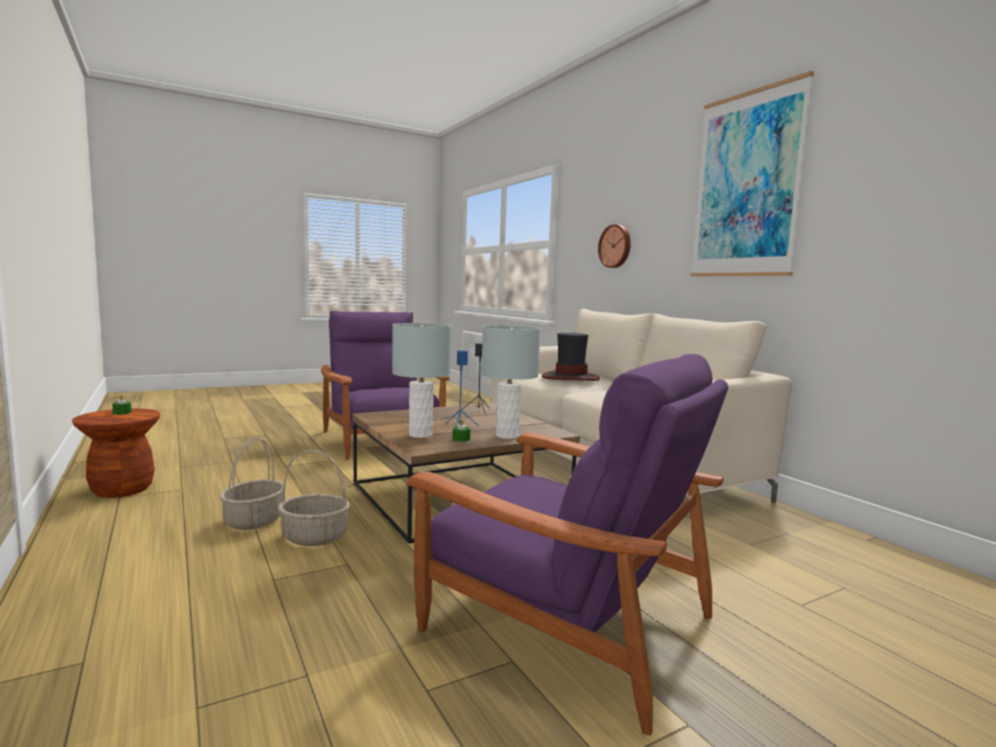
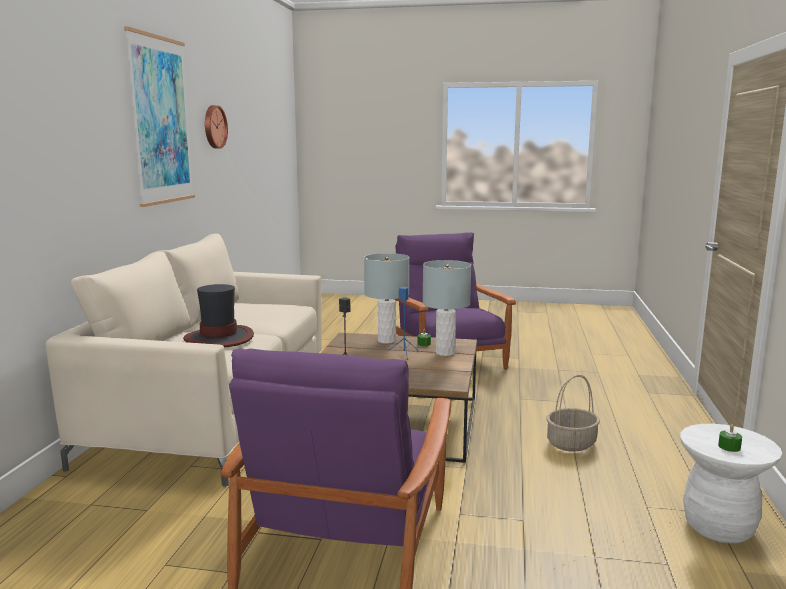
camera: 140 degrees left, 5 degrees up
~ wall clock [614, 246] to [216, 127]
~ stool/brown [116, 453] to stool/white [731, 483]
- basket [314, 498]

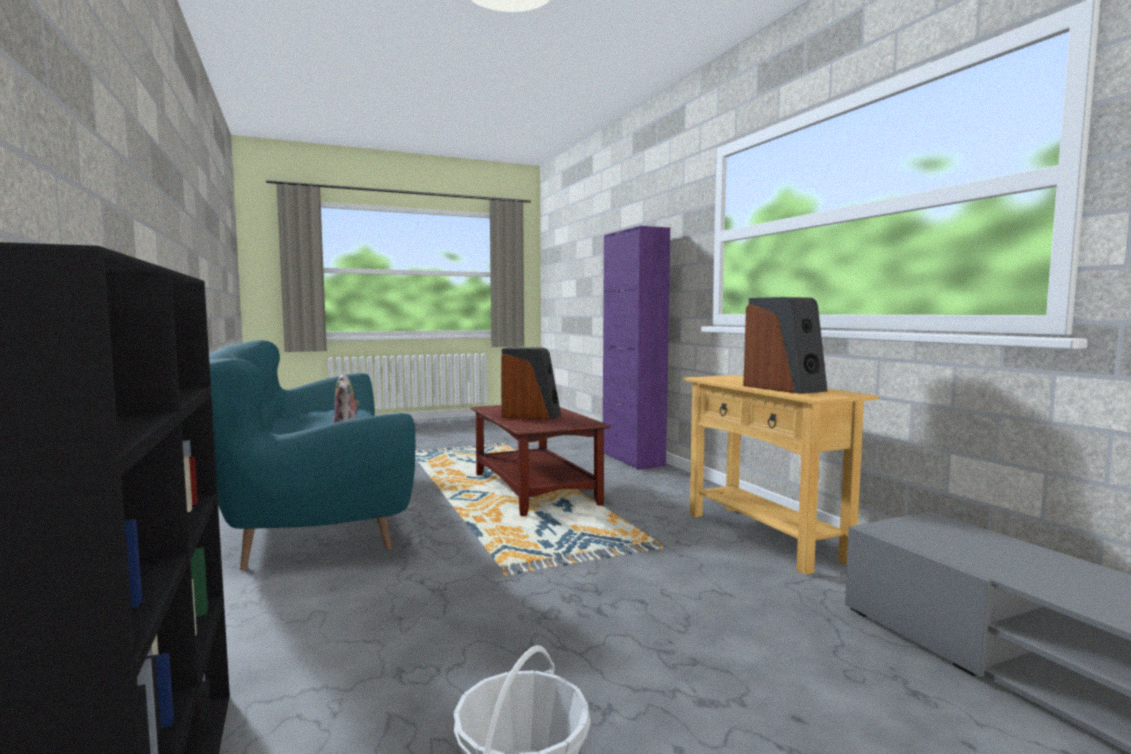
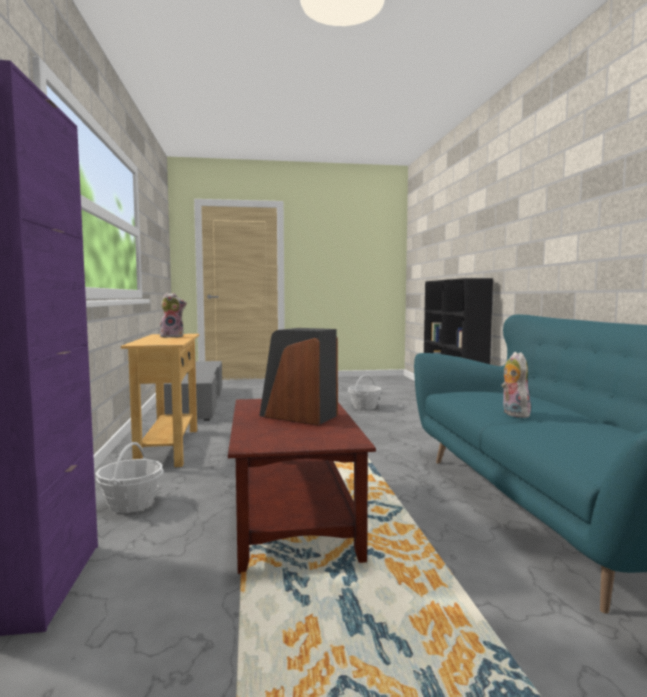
camera: 165 degrees left, 0 degrees up
+ basket [129, 477]
~ speaker [785, 345] to plush toy [173, 315]

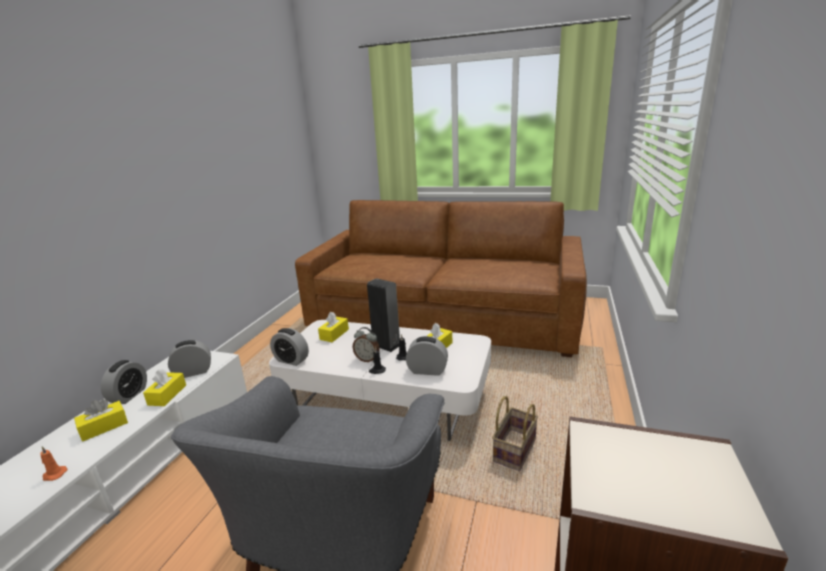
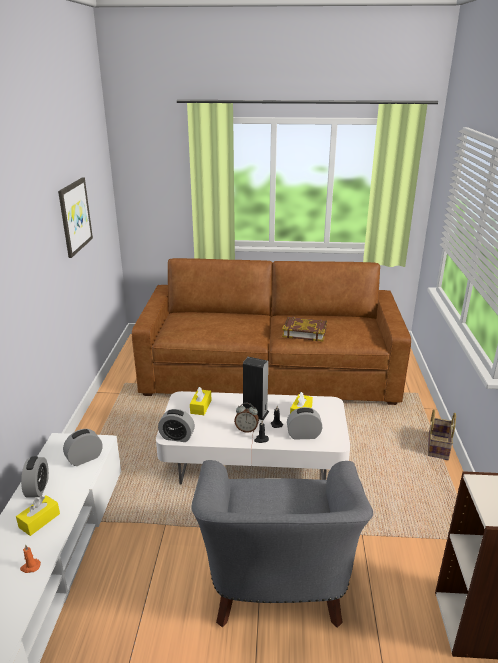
camera: 15 degrees left, 5 degrees up
+ picture [75, 217]
+ book [304, 328]
~ basket [515, 433] to [442, 434]
- tissue box/yellow [164, 387]

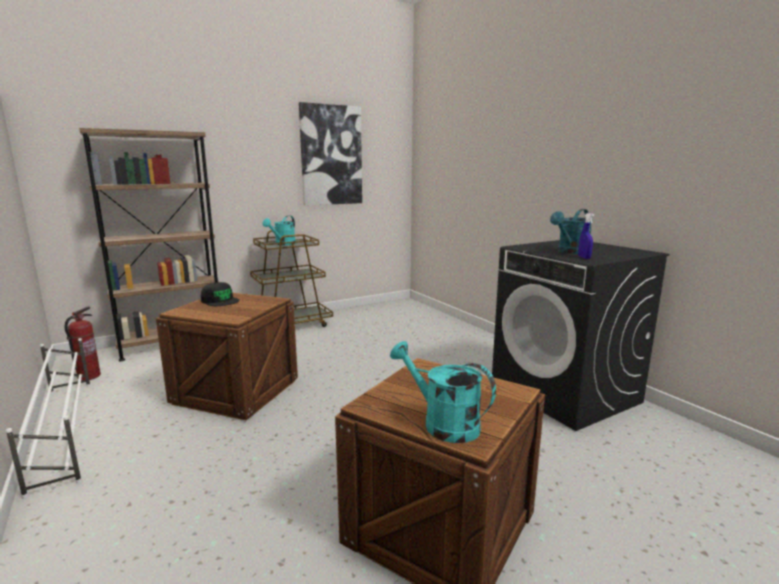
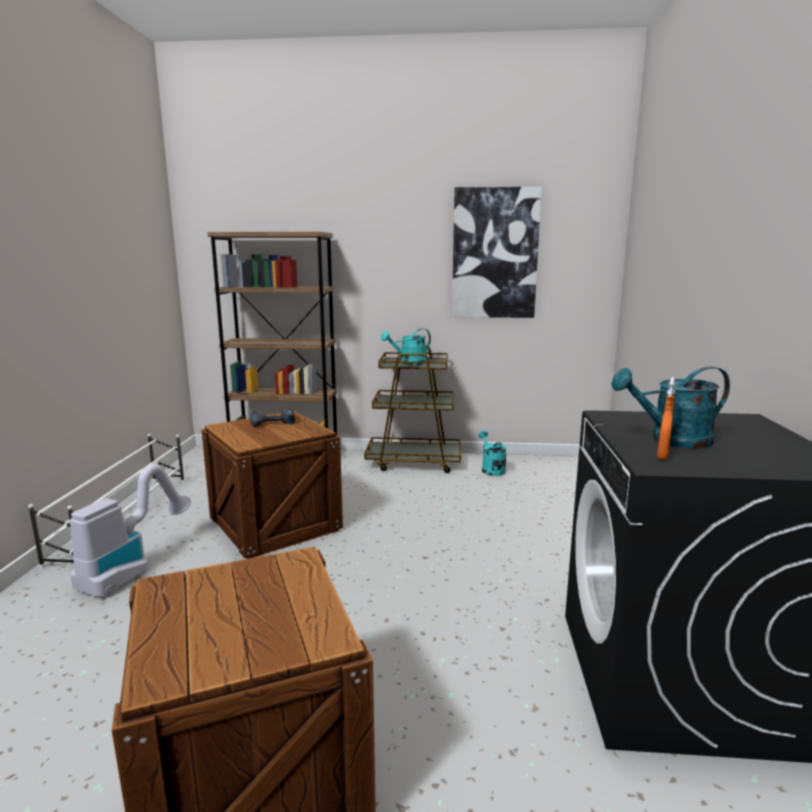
camera: 35 degrees right, 0 degrees up
+ vacuum cleaner [130, 530]
~ cap/black [220, 294] to power drill [272, 417]
~ watering can/turquoise [443, 392] to [492, 453]
~ spray bottle/blue [586, 236] to spray bottle/orange [666, 418]
- fire extinguisher [82, 344]

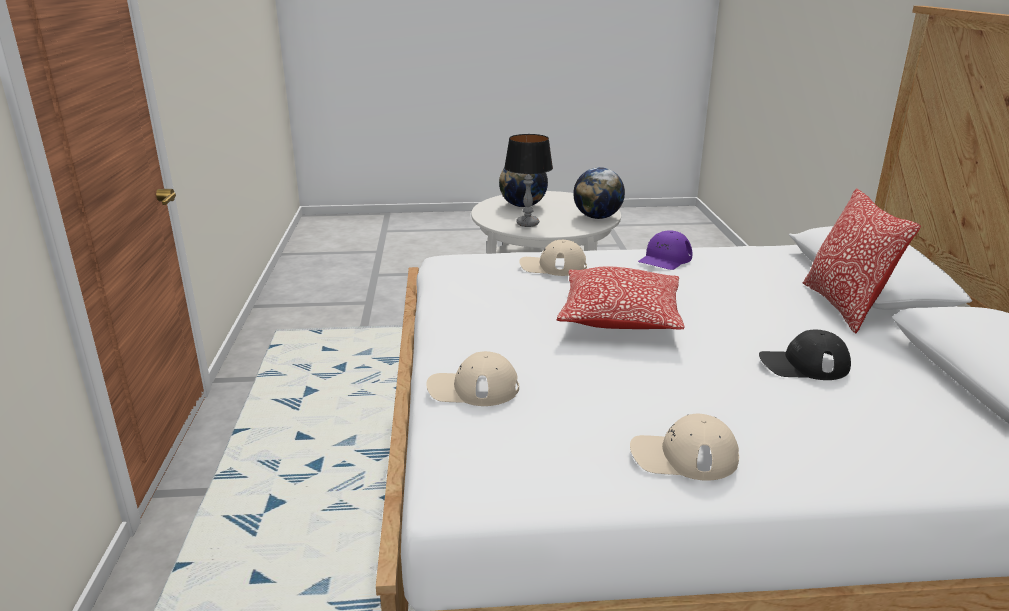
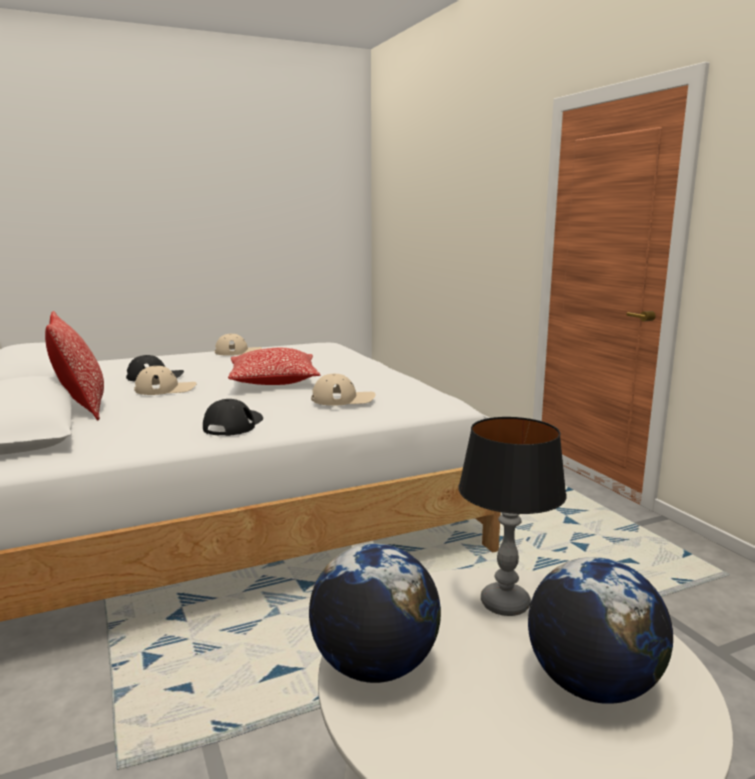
camera: 160 degrees right, 10 degrees down
~ cap/beige [472, 378] to [165, 380]
~ cap/purple [665, 250] to cap/black [233, 417]

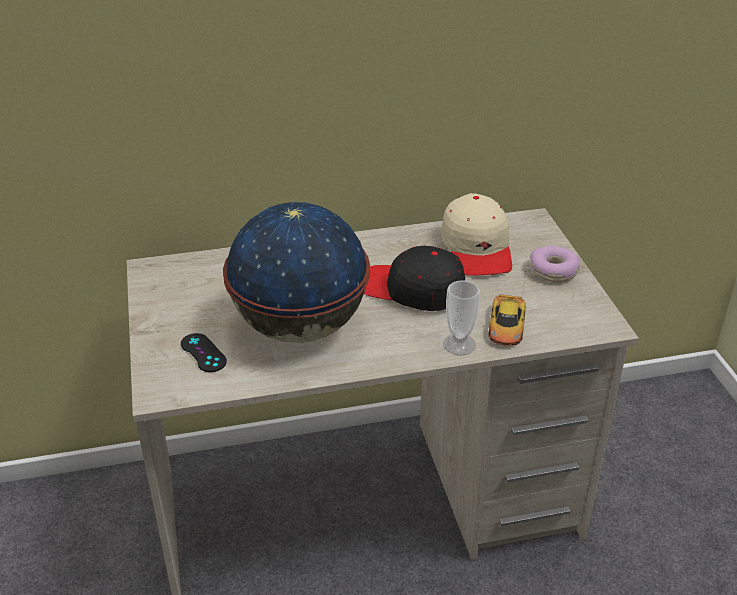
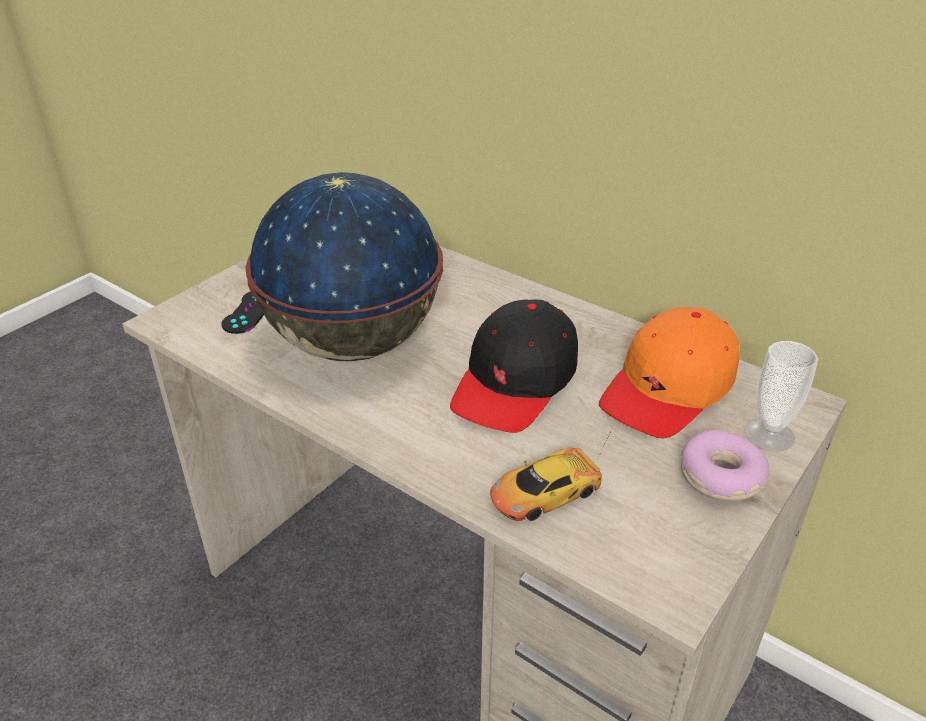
camera: 50 degrees right, 0 degrees up
~ cap/black [414, 278] = [514, 366] 135 degrees counterclockwise
~ cap/beige [476, 234] to cap/orange [669, 372]
~ cup [461, 317] to [781, 396]

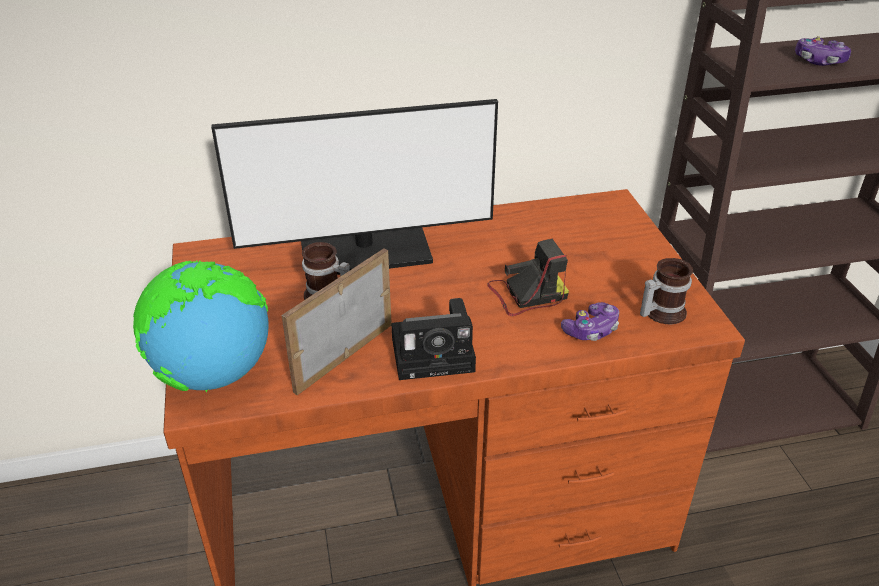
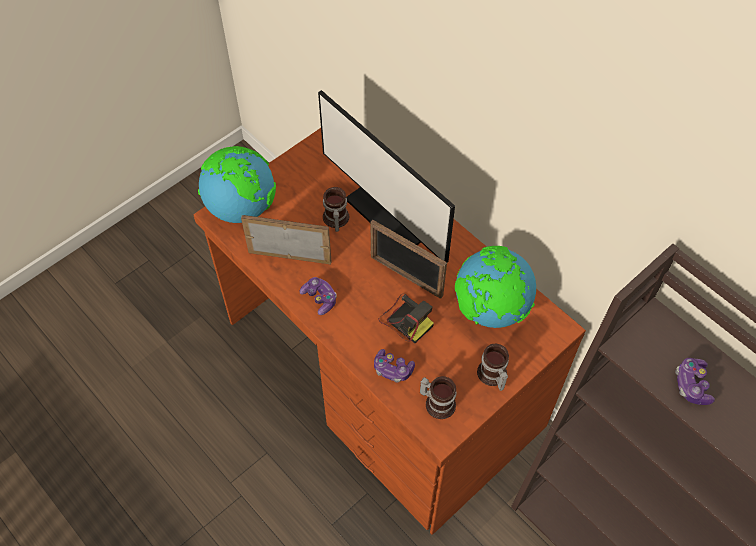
camera: 60 degrees right, 20 degrees up
~ photo camera [433, 339] to game controller [318, 296]
+ picture frame [408, 259]
+ globe [495, 287]
+ mug [493, 367]

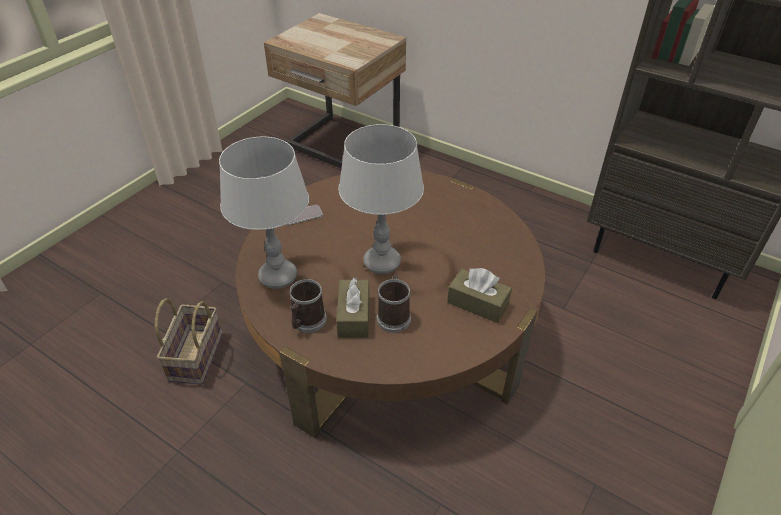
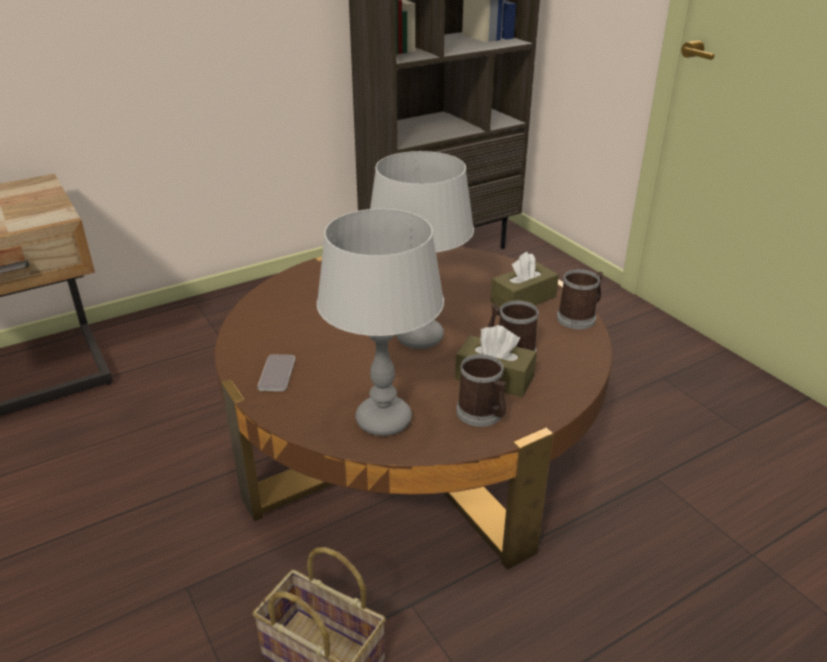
camera: 65 degrees left, 10 degrees down
+ mug [580, 299]

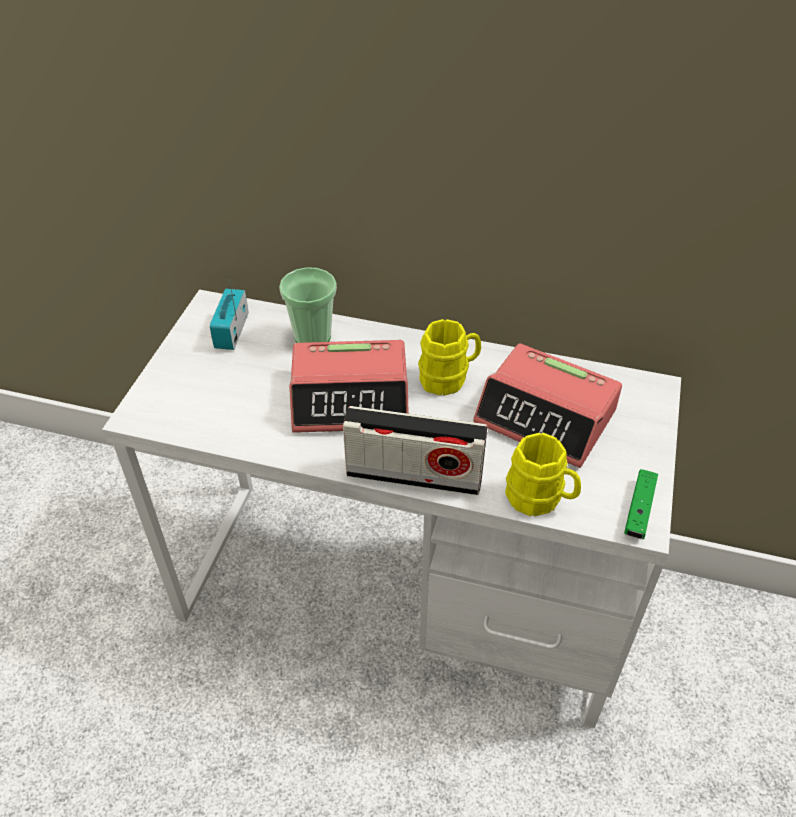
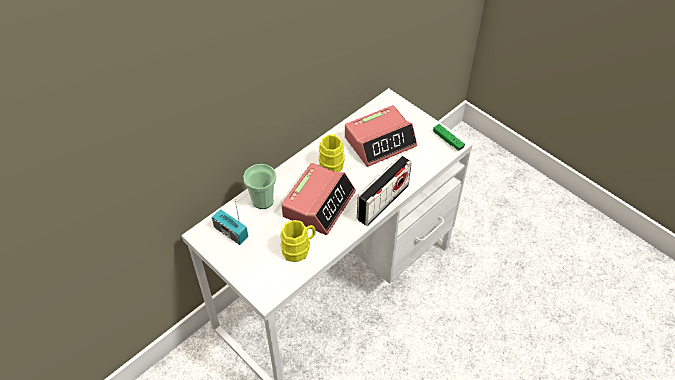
camera: 60 degrees left, 5 degrees up
~ mug/yellow [543, 474] to [298, 241]

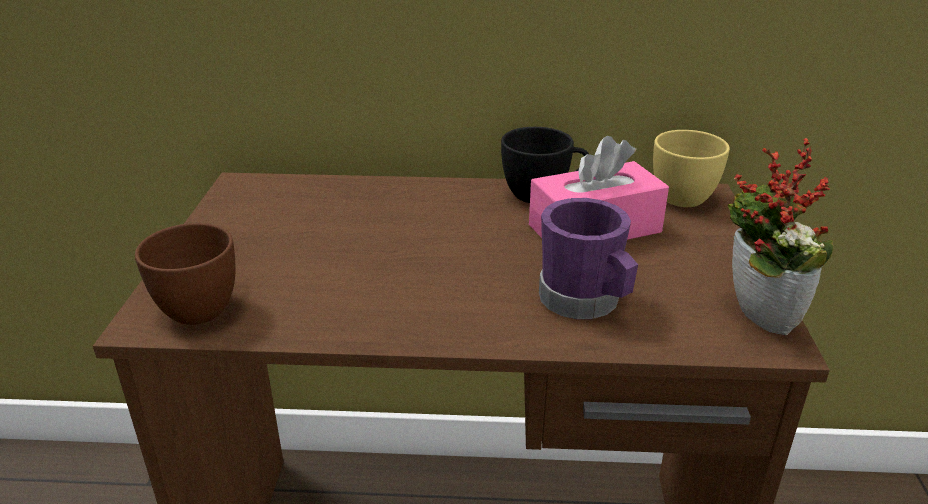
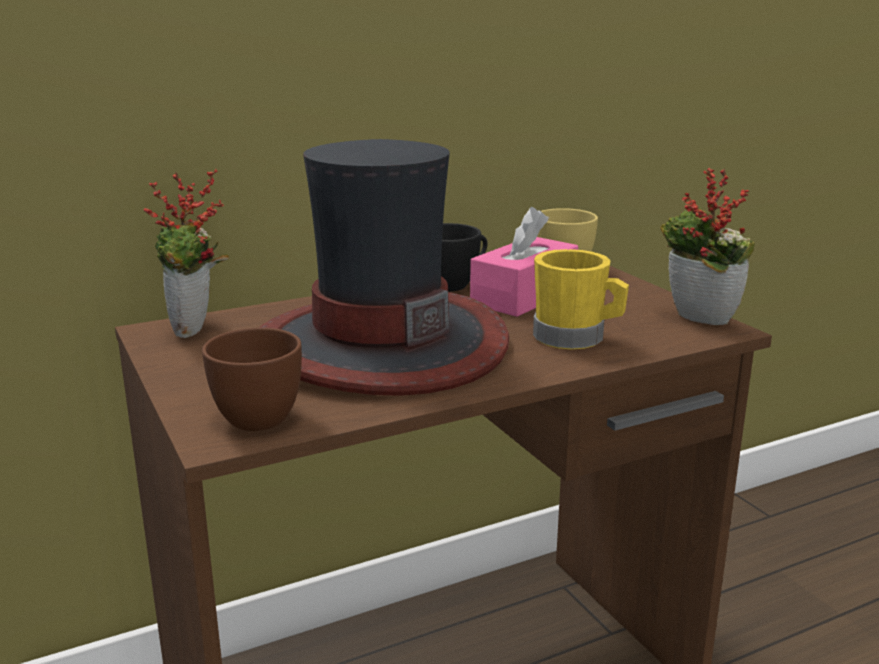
camera: 30 degrees left, 10 degrees down
+ potted plant [186, 253]
+ hat [384, 267]
~ mug/purple [588, 258] to mug/yellow [581, 299]

